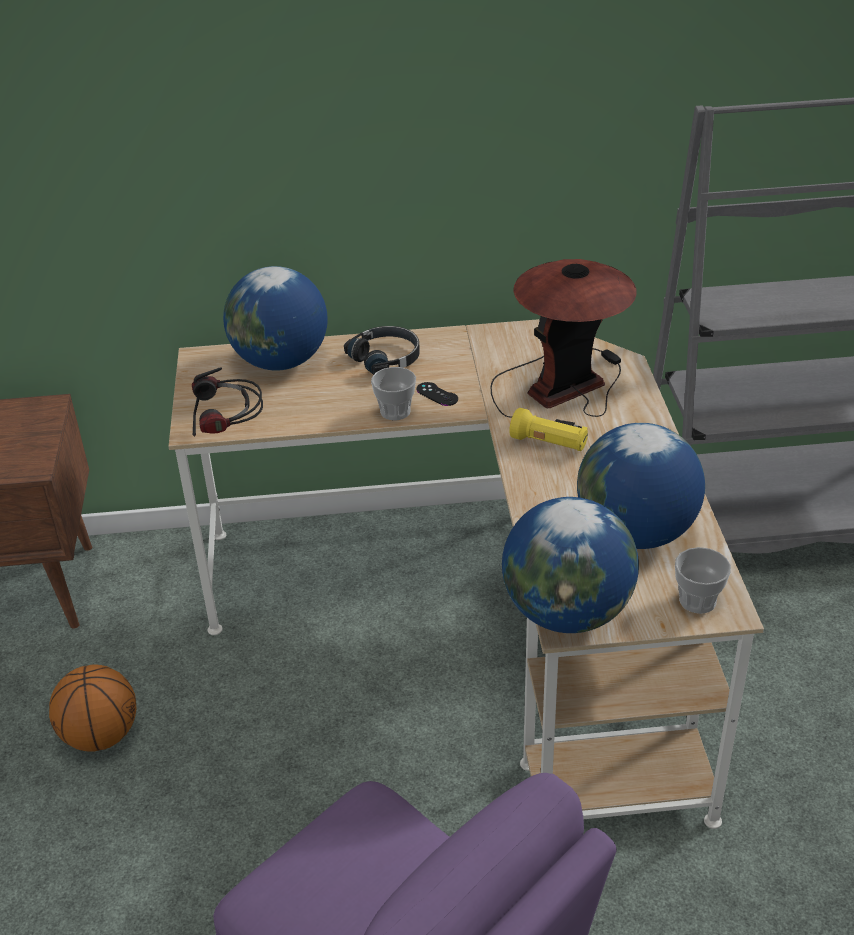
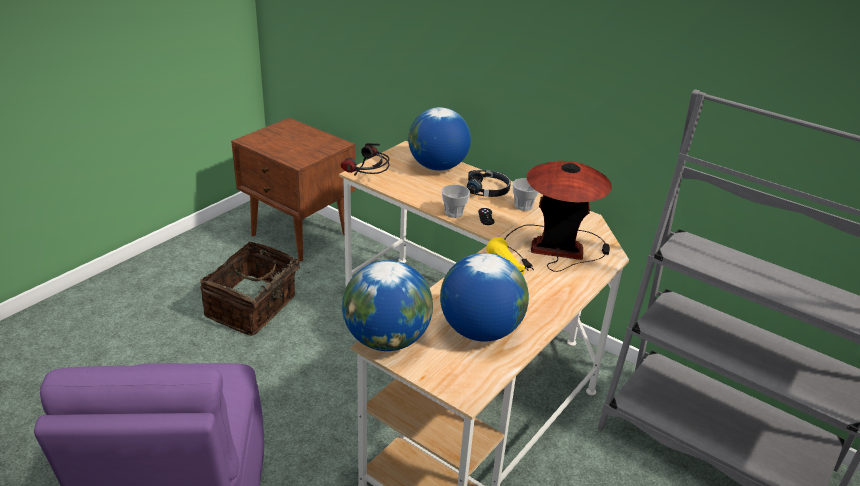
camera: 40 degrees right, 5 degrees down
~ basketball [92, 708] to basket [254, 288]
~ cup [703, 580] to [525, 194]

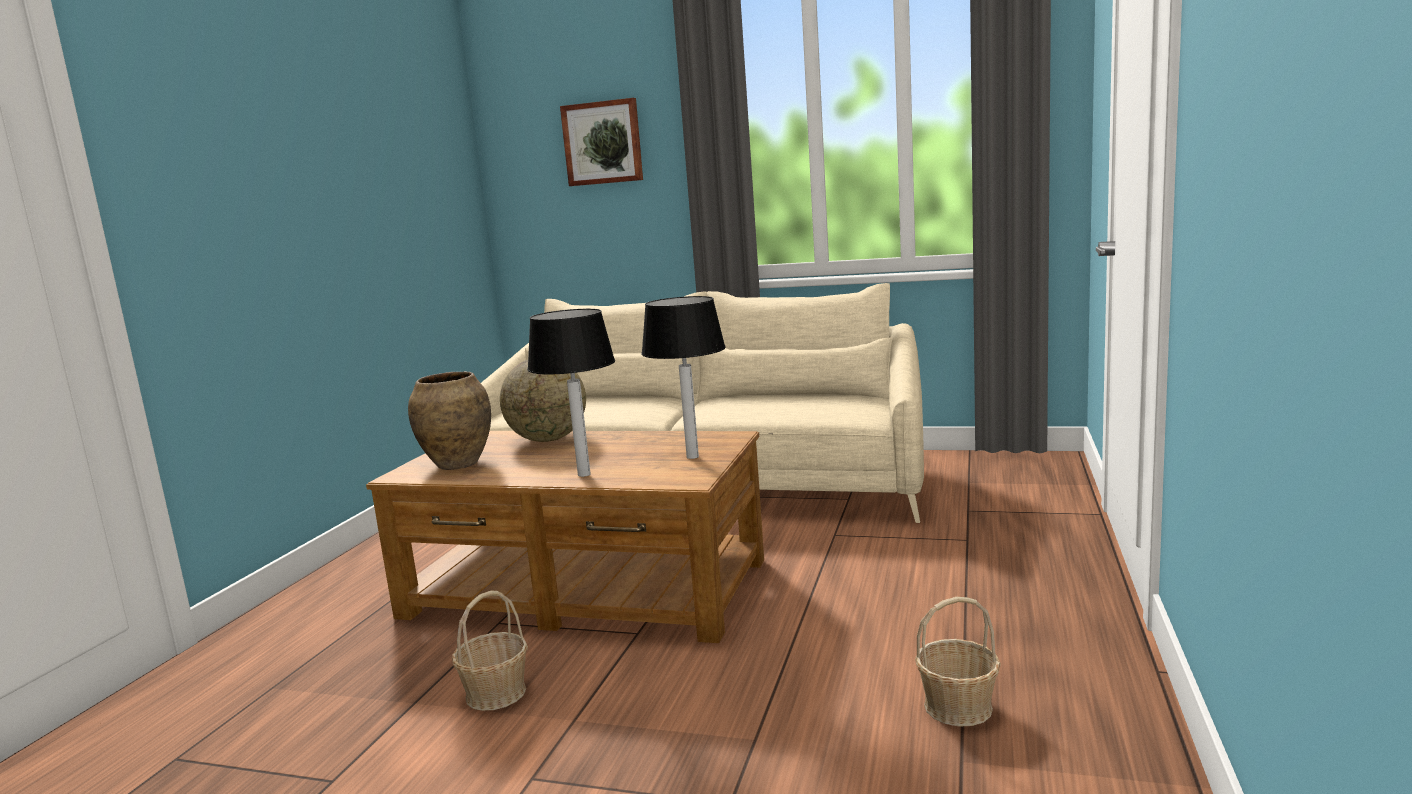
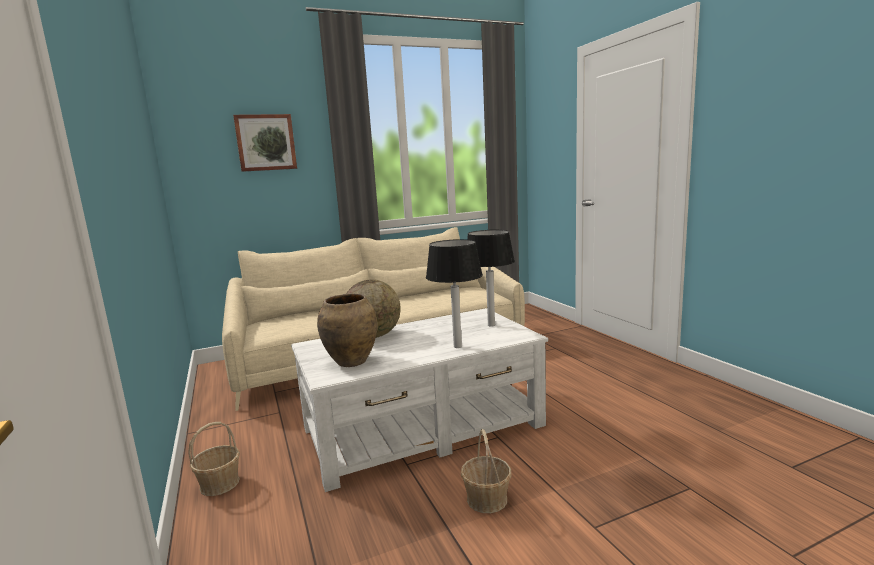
camera: 40 degrees left, 0 degrees up
~ basket [958, 662] to [214, 459]
~ coffee table/brown [565, 537] to coffee table/white [419, 400]

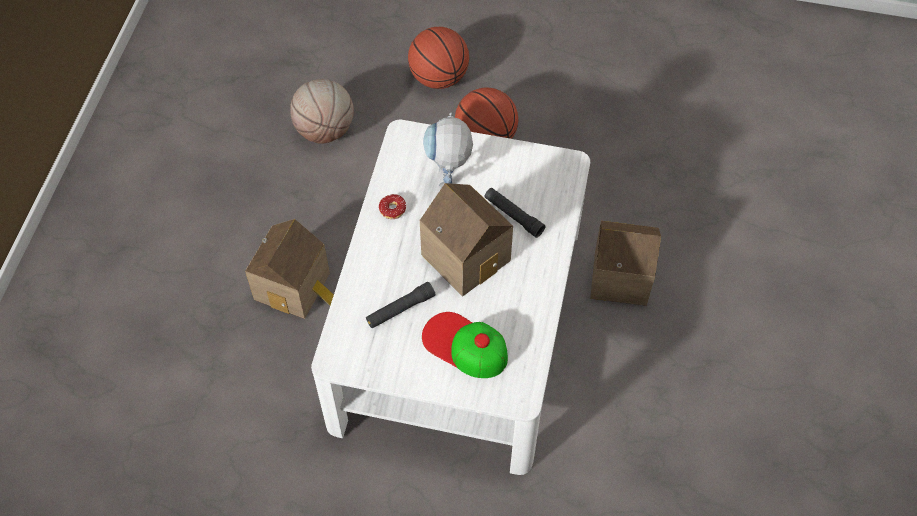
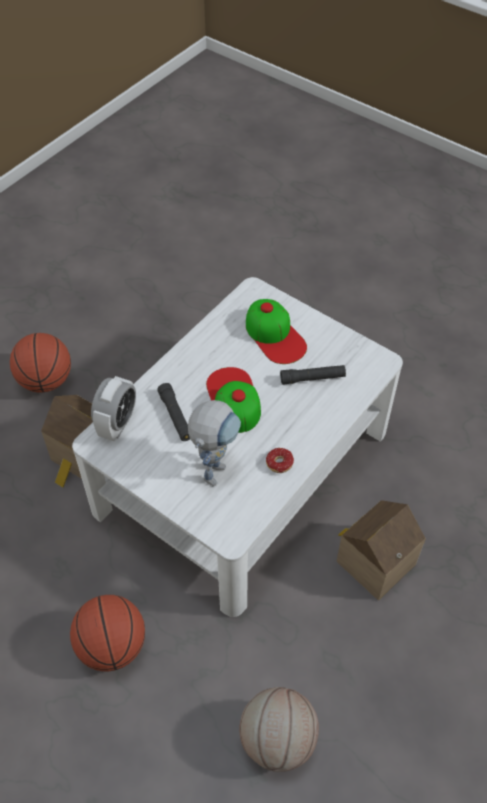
camera: 155 degrees left, 5 degrees down
~ basketball [438, 58] to [40, 363]
+ alarm clock [113, 408]
~ toy house [466, 240] to cap [233, 400]

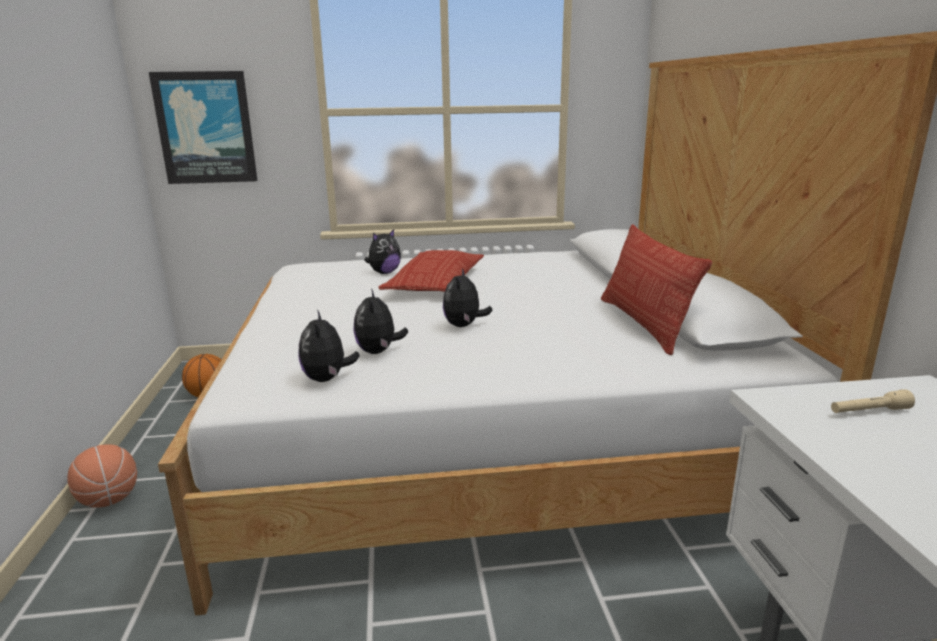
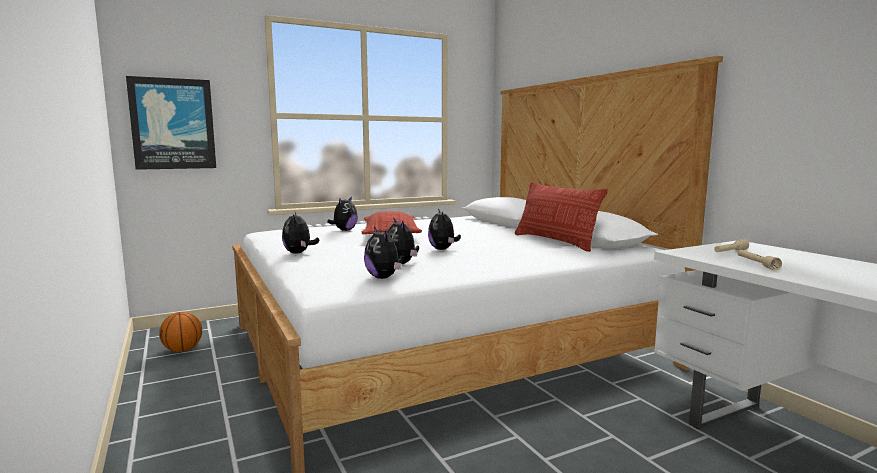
camera: 20 degrees left, 10 degrees down
+ plush toy [300, 233]
+ flashlight/beige [759, 260]
- basketball [102, 475]

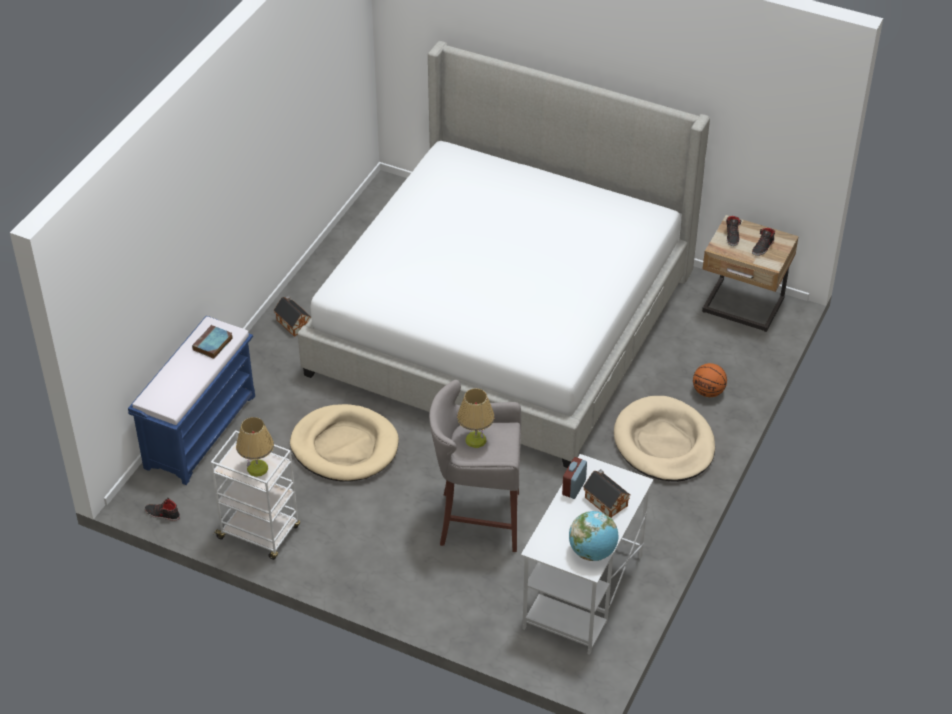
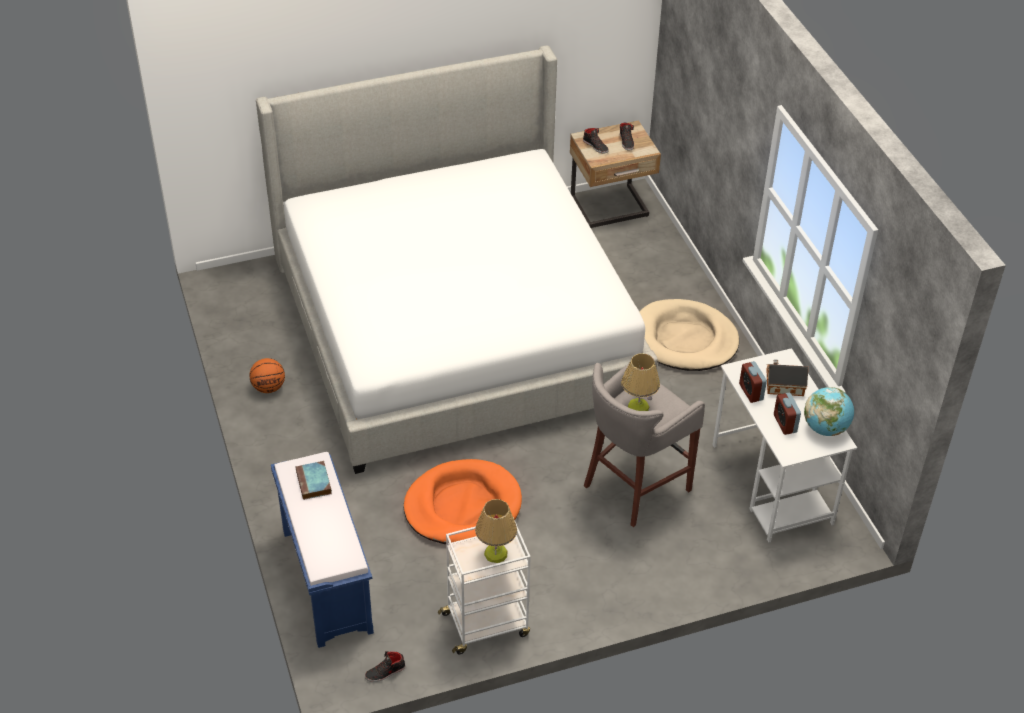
camera: 45 degrees left, 0 degrees up
~ basketball [710, 380] to [267, 375]
~ dog bed/beige [344, 443] to dog bed/orange [463, 501]
+ alarm clock [787, 414]
- toy house [292, 316]

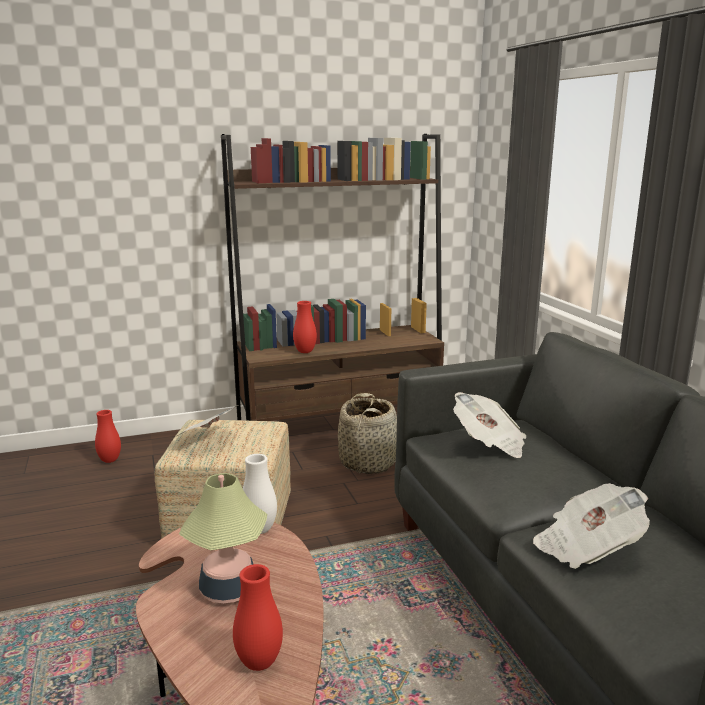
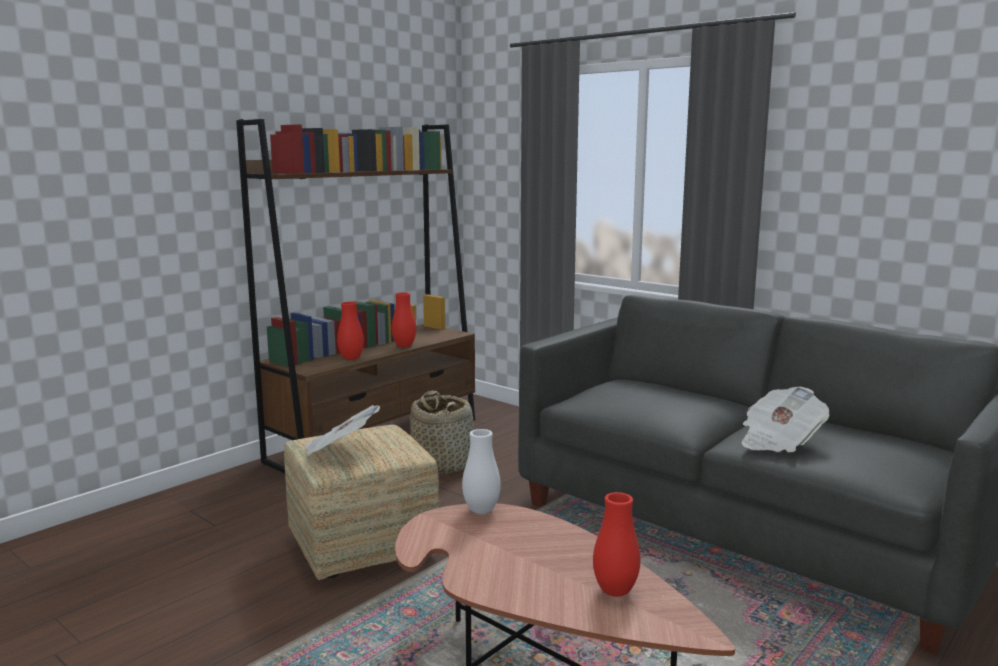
camera: 30 degrees left, 5 degrees down
~ vase/red [108, 436] to [403, 320]
- table lamp [223, 538]
- newspaper [489, 425]

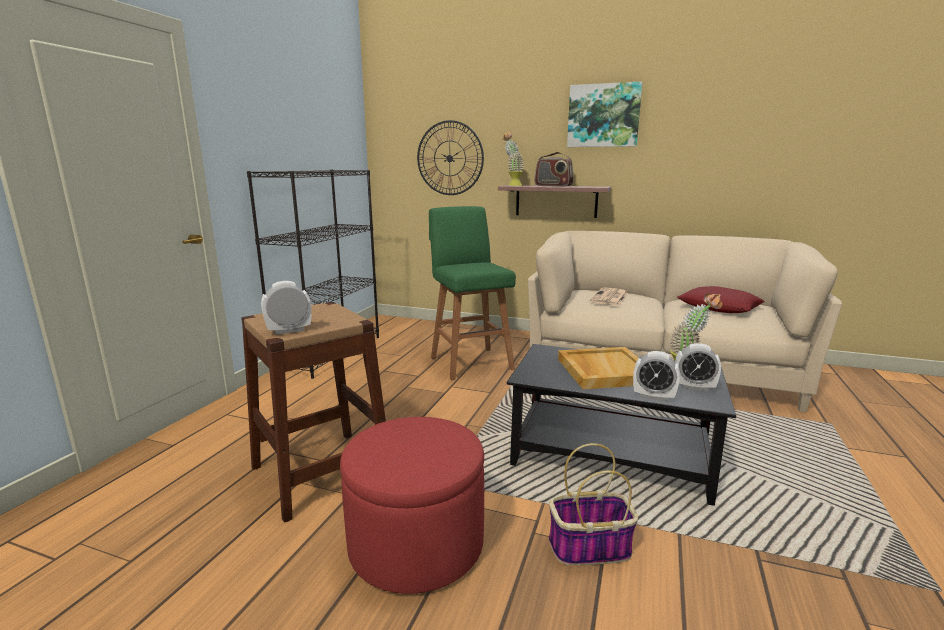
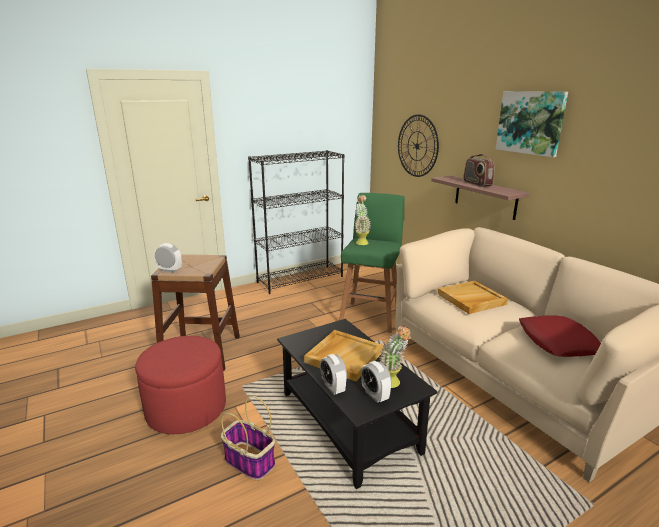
camera: 40 degrees right, 5 degrees up
~ potted plant [513, 159] to [362, 220]
~ newspaper [609, 297] to tray/beige [473, 297]

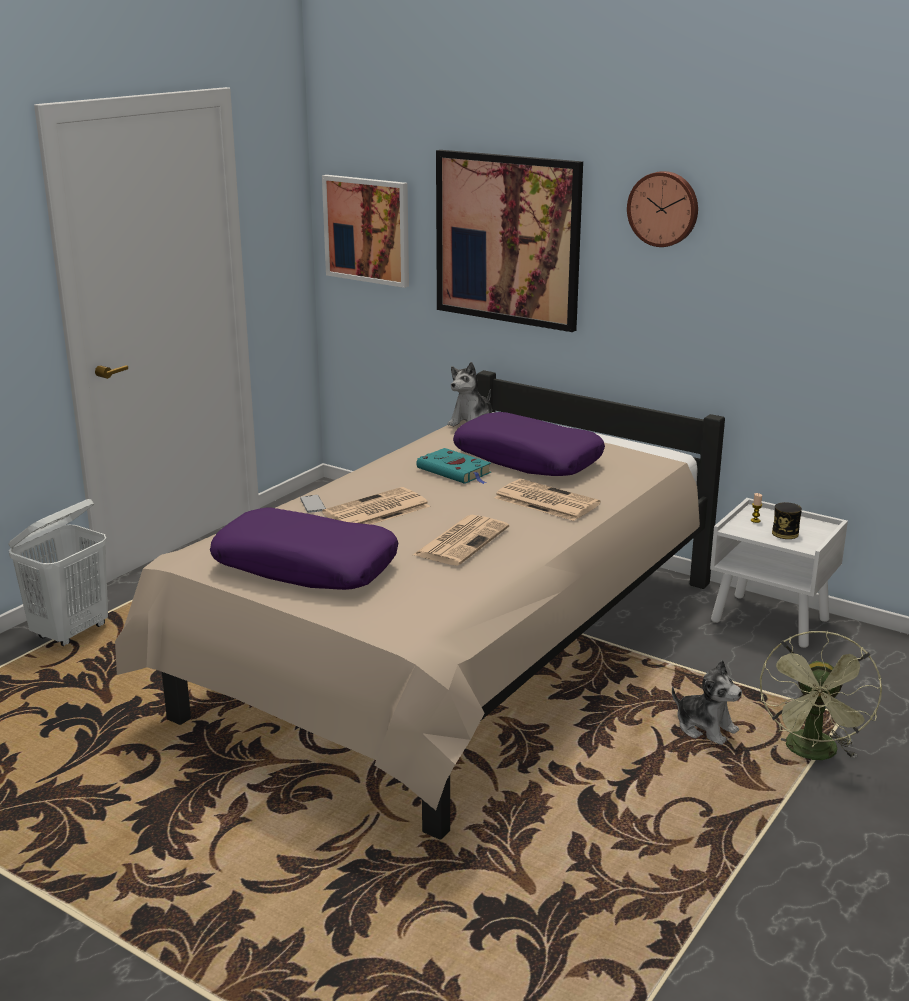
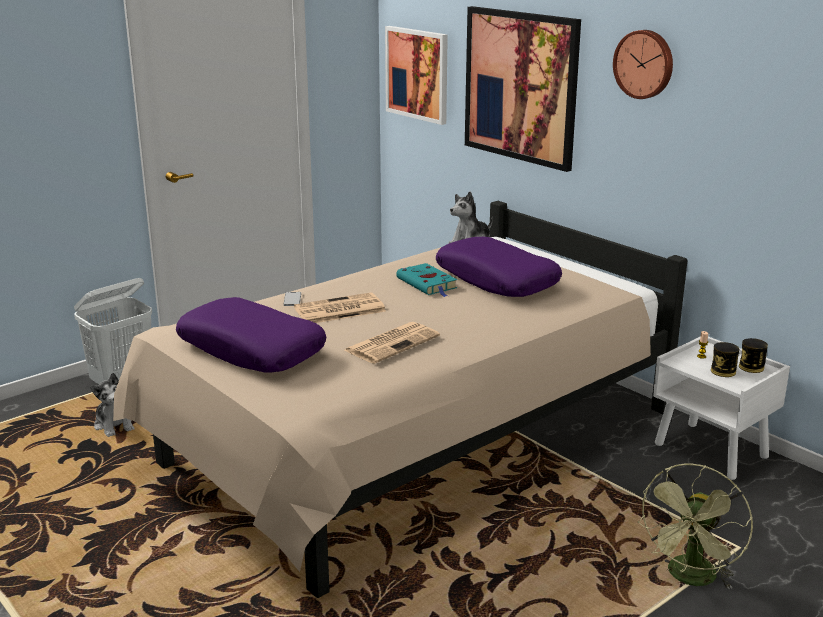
camera: 15 degrees right, 0 degrees up
~ plush toy [707, 702] to [112, 405]
+ can [753, 355]
- newspaper [547, 500]

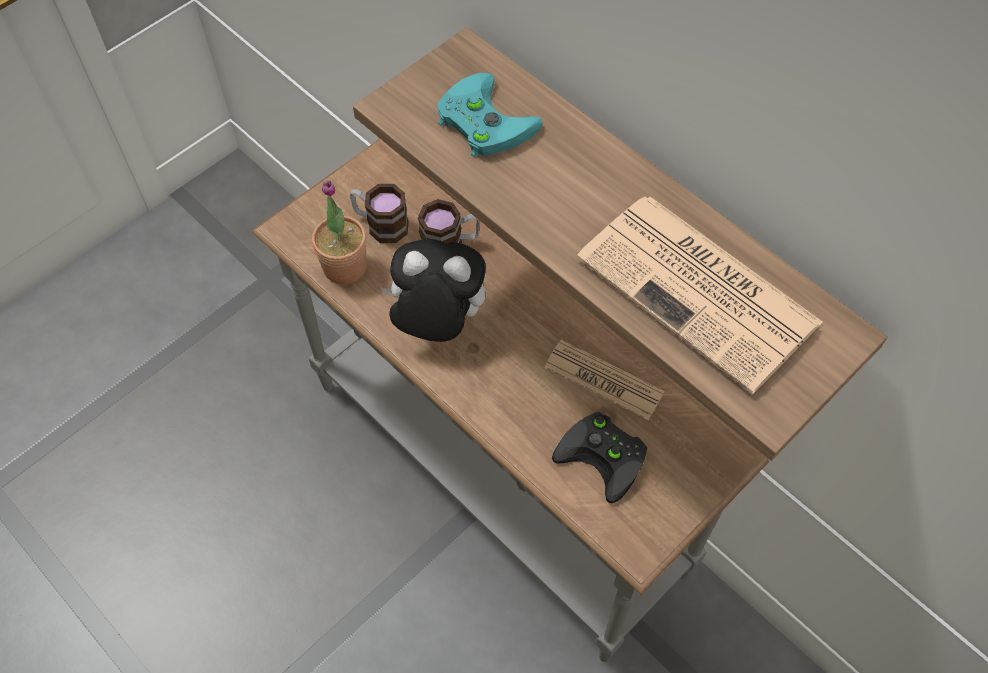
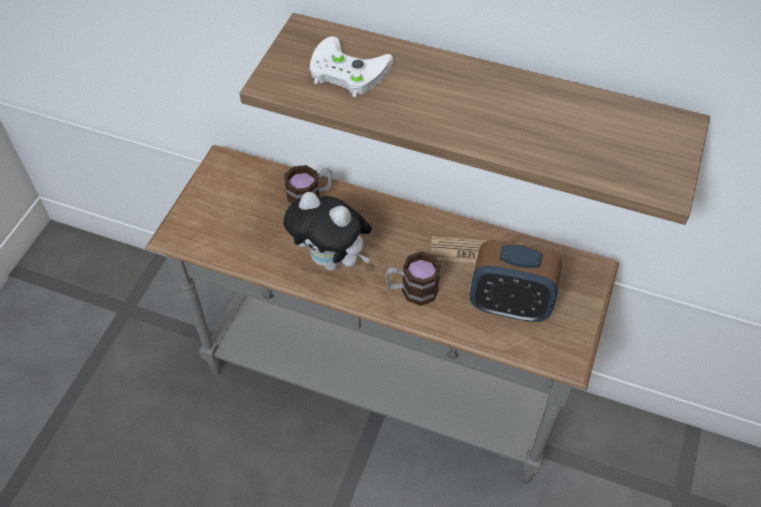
camera: 25 degrees left, 5 degrees down
~ plush toy [433, 290] = [328, 231] 135 degrees counterclockwise
~ game controller/turquoise [490, 115] to game controller/white [351, 66]
~ mug [379, 213] to [413, 278]
~ game controller/black [599, 457] to alarm clock [516, 281]
- potted plant [339, 232]
- newspaper [699, 295]

